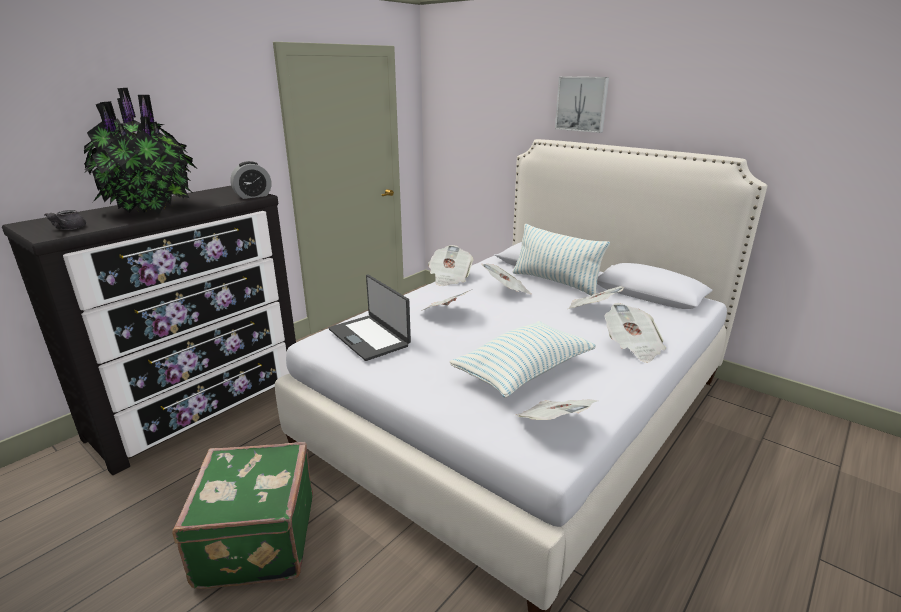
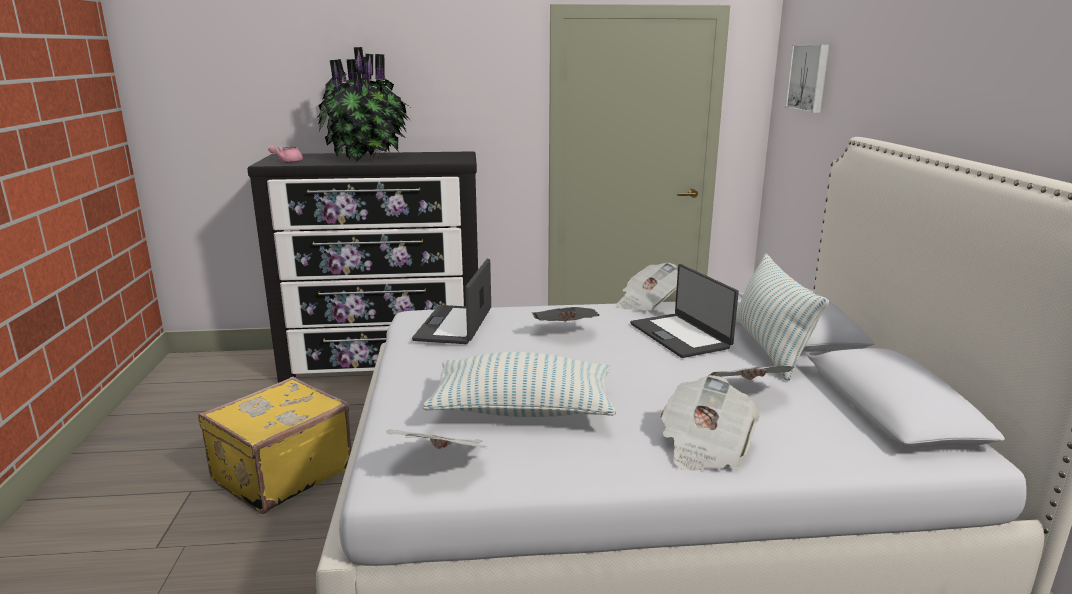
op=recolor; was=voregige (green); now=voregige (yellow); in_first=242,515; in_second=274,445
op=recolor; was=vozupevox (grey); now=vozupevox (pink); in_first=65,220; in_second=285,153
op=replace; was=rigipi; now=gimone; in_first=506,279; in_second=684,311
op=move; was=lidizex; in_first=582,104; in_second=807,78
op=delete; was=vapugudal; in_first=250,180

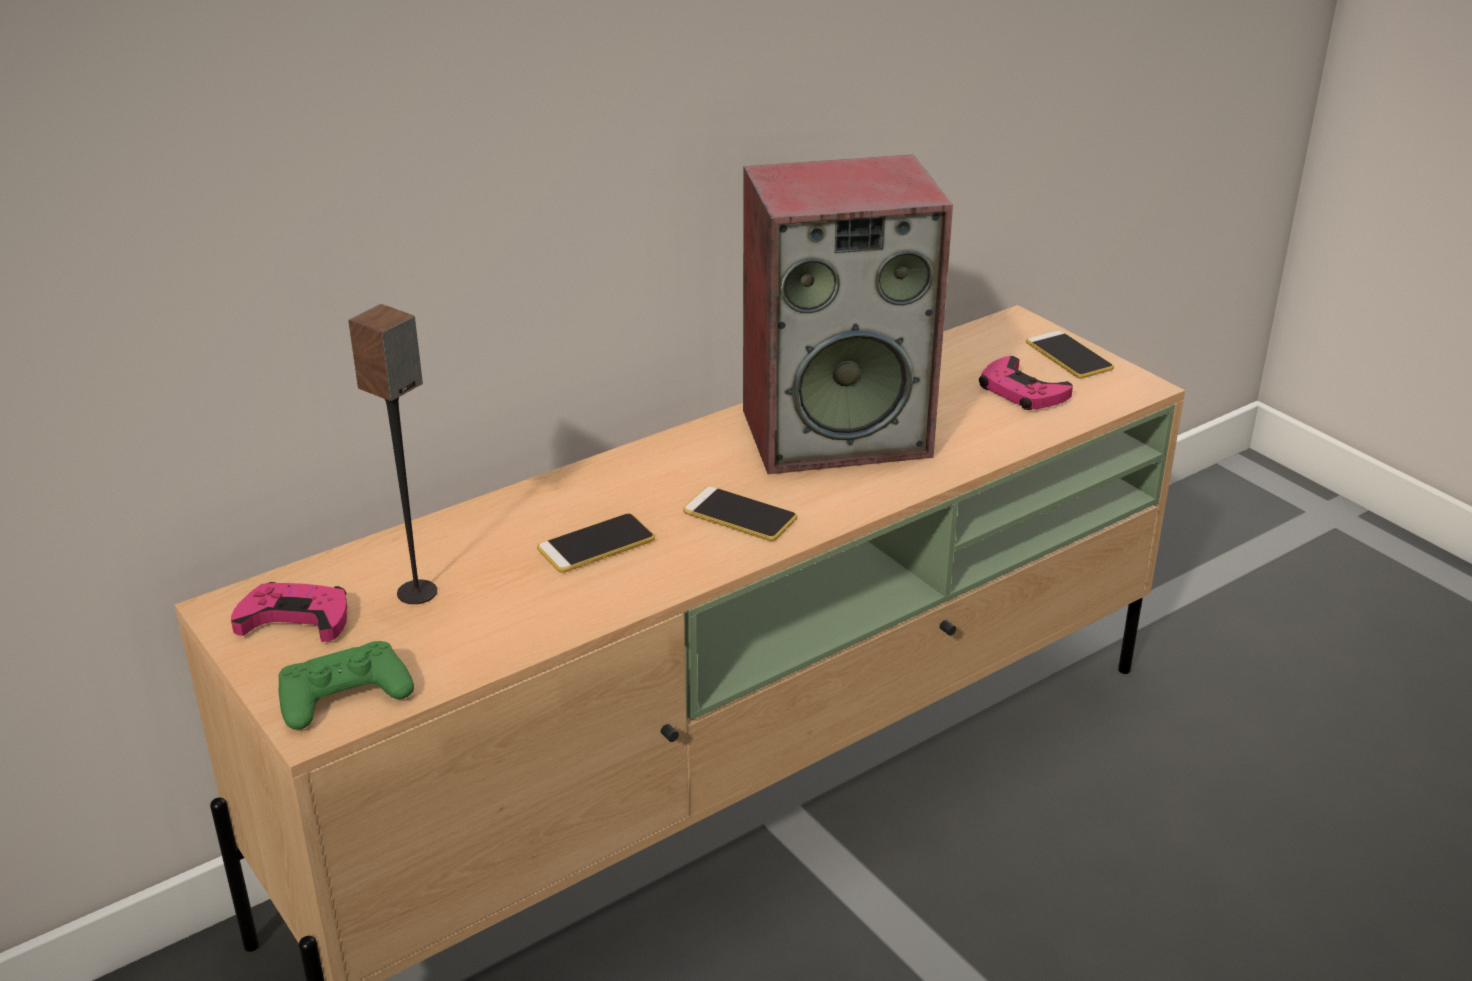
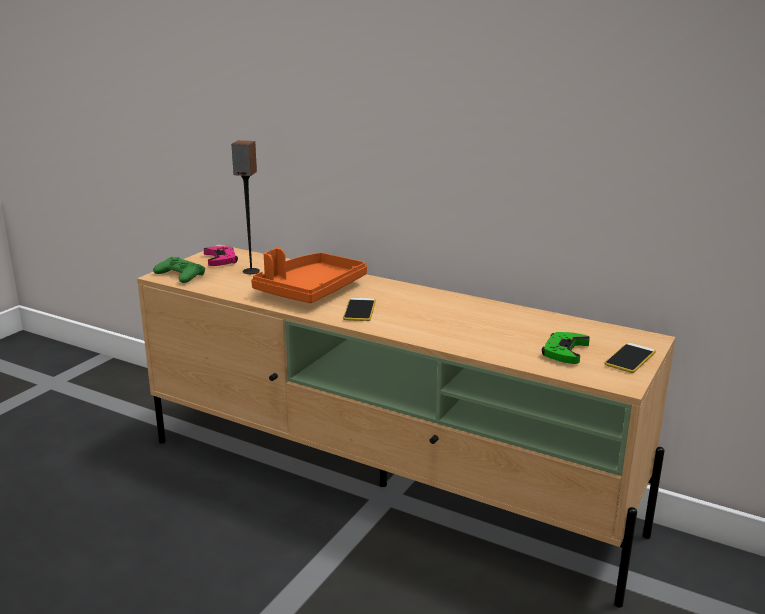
op=replace; was=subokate; now=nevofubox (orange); in_first=596,543; in_second=309,275
op=recolor; was=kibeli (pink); now=kibeli (green); in_first=1026,383; in_second=566,348
op=delete; was=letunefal; in_first=848,314

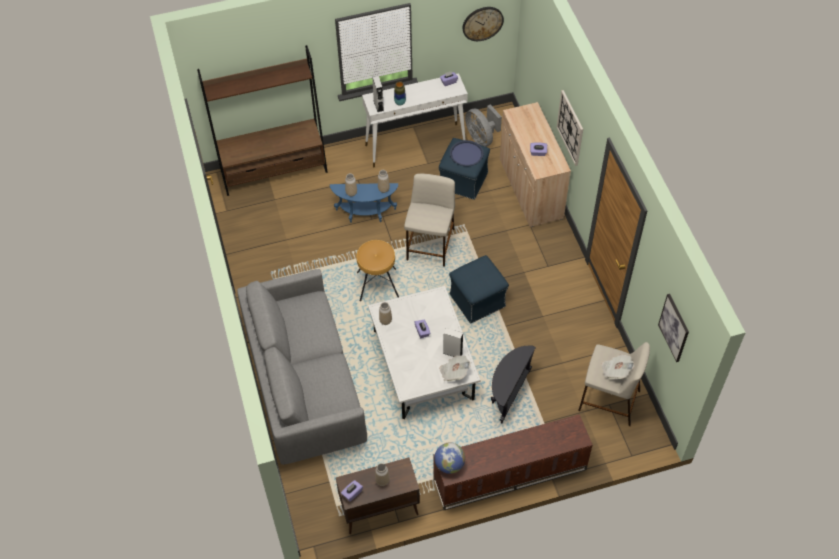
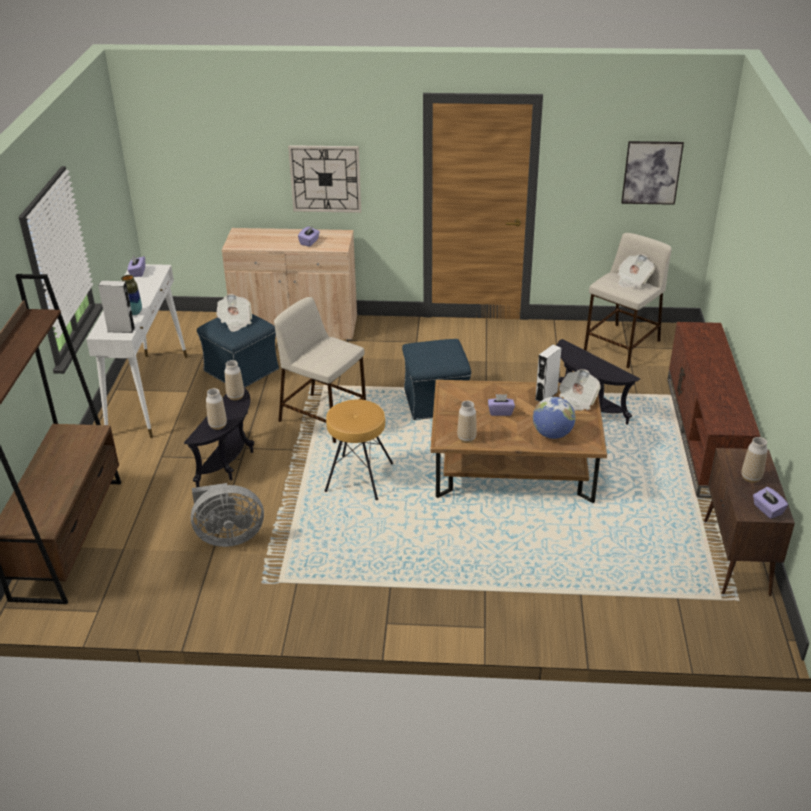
op=recolor; was=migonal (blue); now=migonal (black); in_first=364,203; in_second=219,437
op=move; was=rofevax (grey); in_first=483,125; in_second=227,515
op=replace; was=nevofubox (blue); now=rigipi; in_first=467,153; in_second=234,313
op=recolor; was=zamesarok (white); now=zamesarok (brown); in_first=424,352; in_second=518,441
op=move; was=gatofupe; in_first=449,458; in_second=554,418
op=delete; was=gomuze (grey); in_first=302,367
op=delete; was=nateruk; in_first=483,24

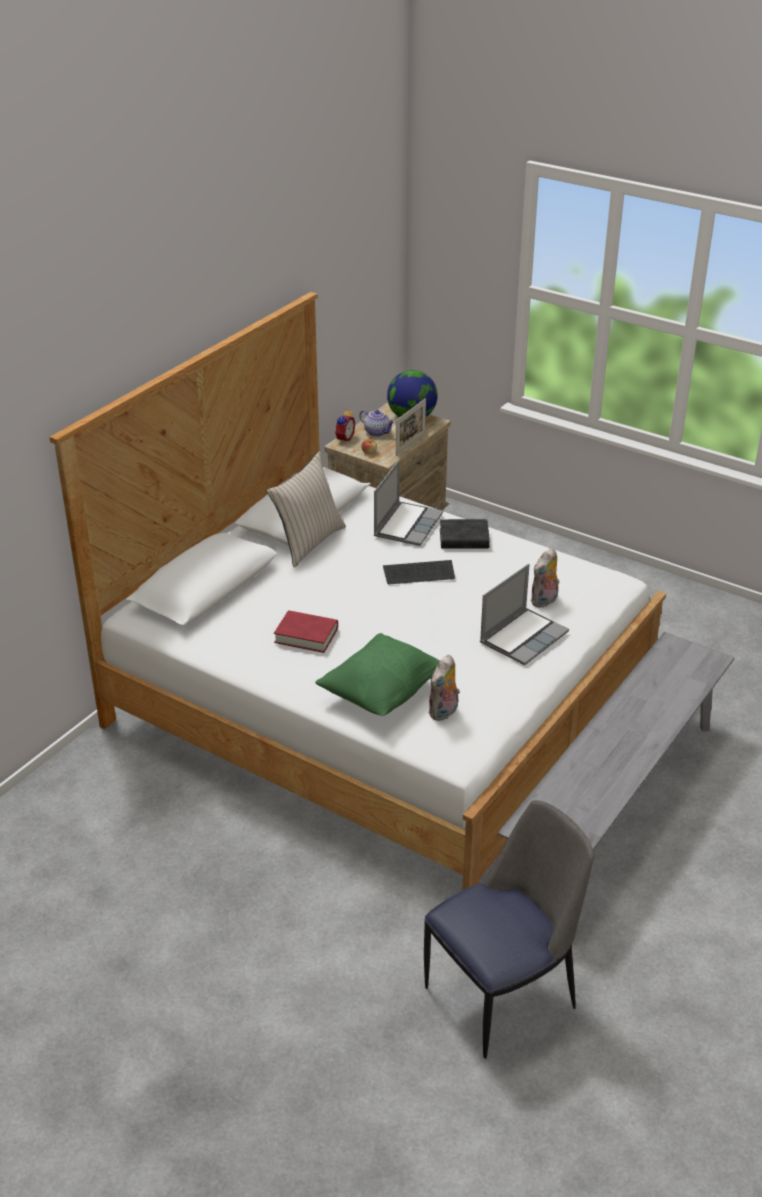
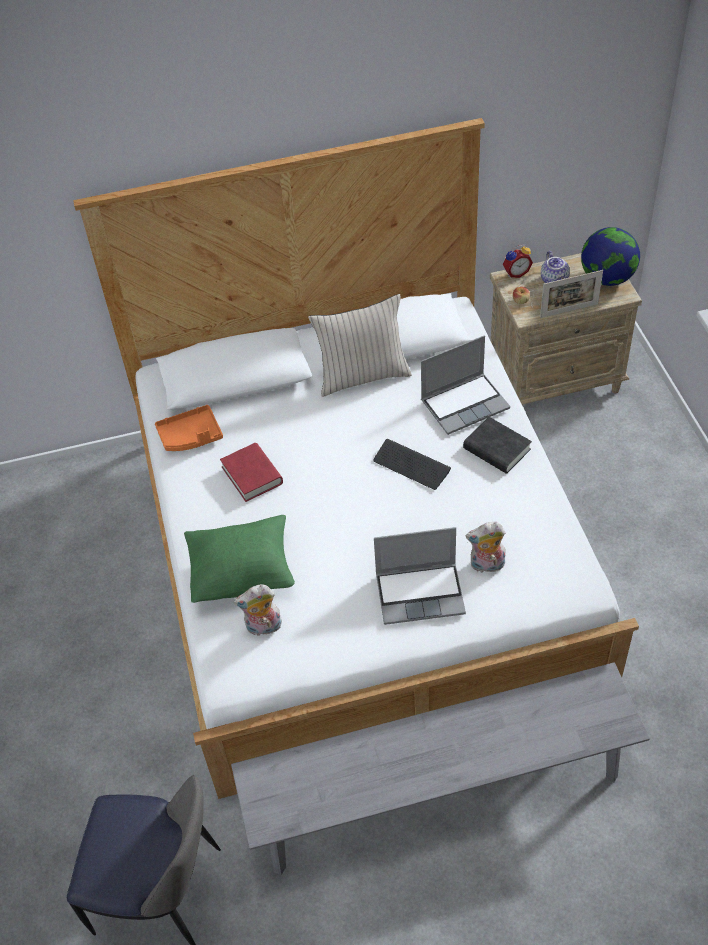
op=insert; now=nevofubox (orange); in_second=189,428

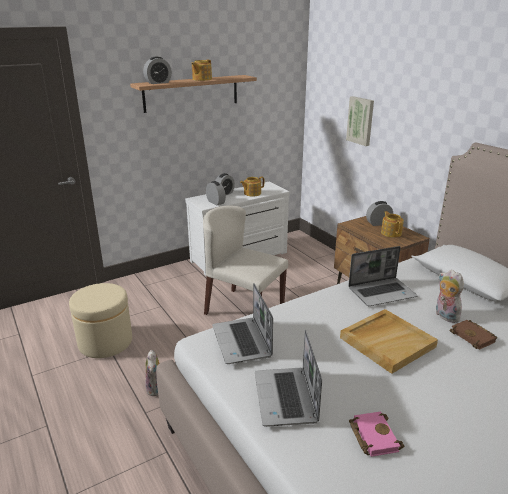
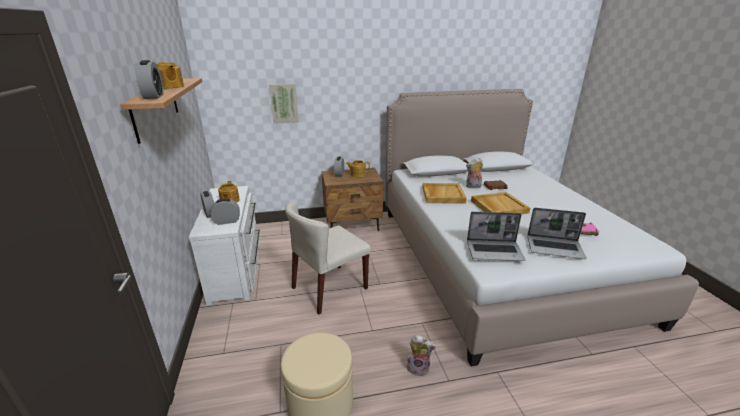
op=replace; was=gimone; now=nevofubox (beige); in_first=382,276; in_second=444,193

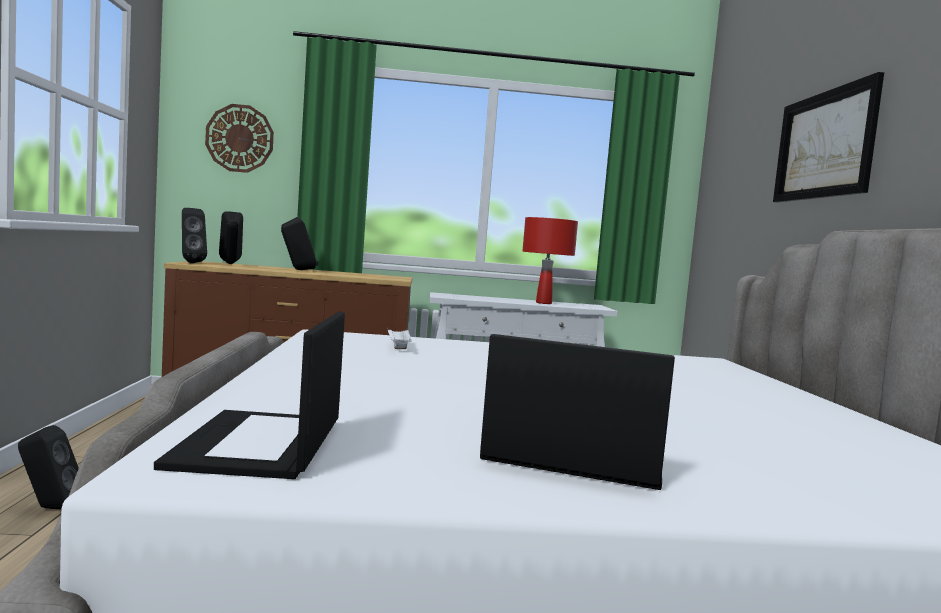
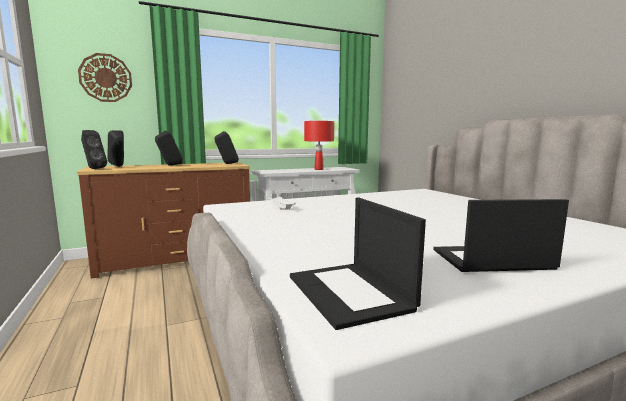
op=move; was=letunefal (black); in_first=48,467; in_second=226,147
op=delete; was=lidizex; in_first=828,137

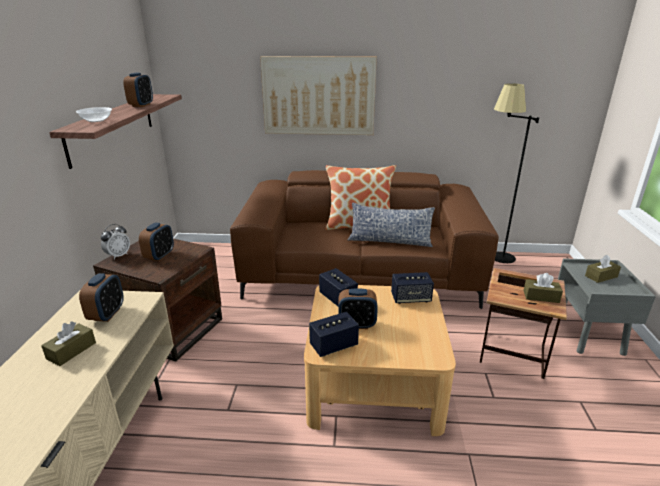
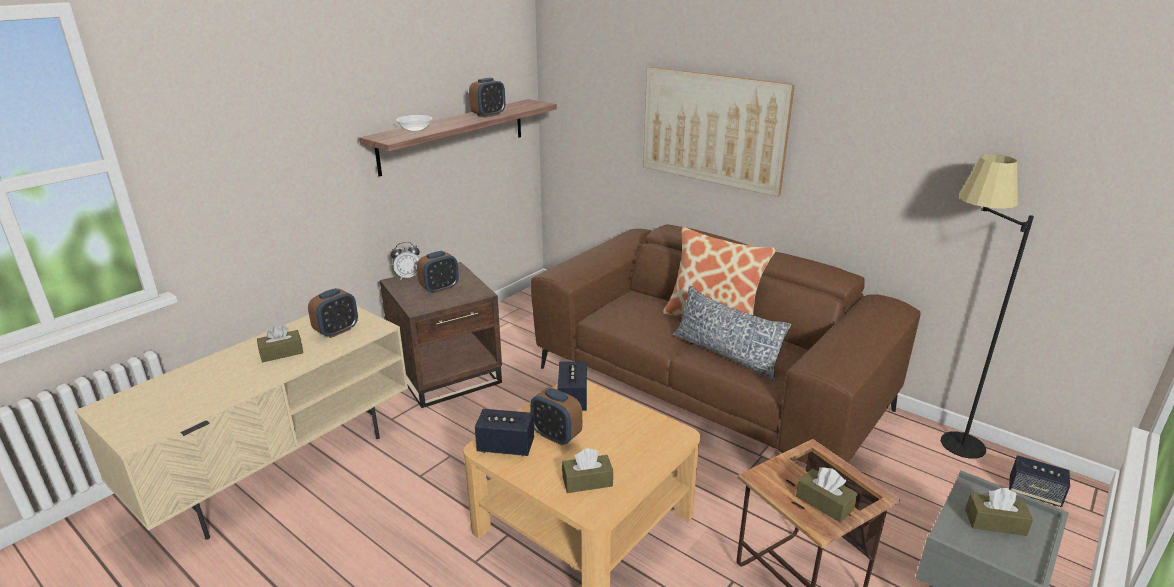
op=insert; now=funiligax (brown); in_second=587,470
op=move; was=letunefal; in_first=412,288; in_second=1039,481

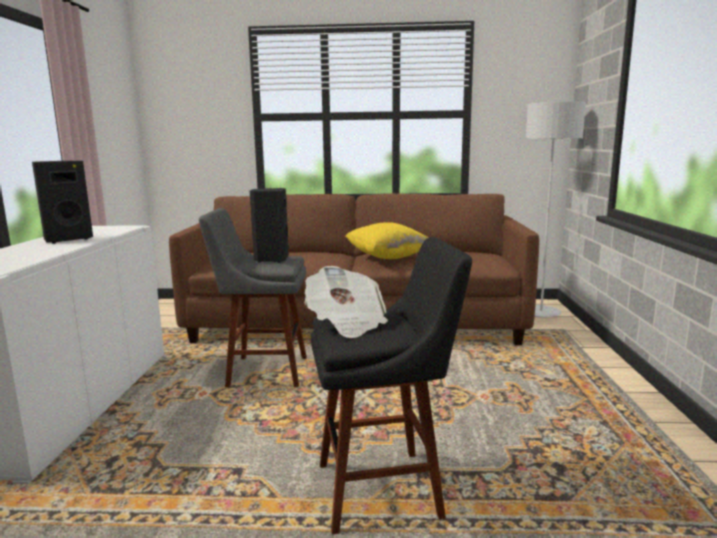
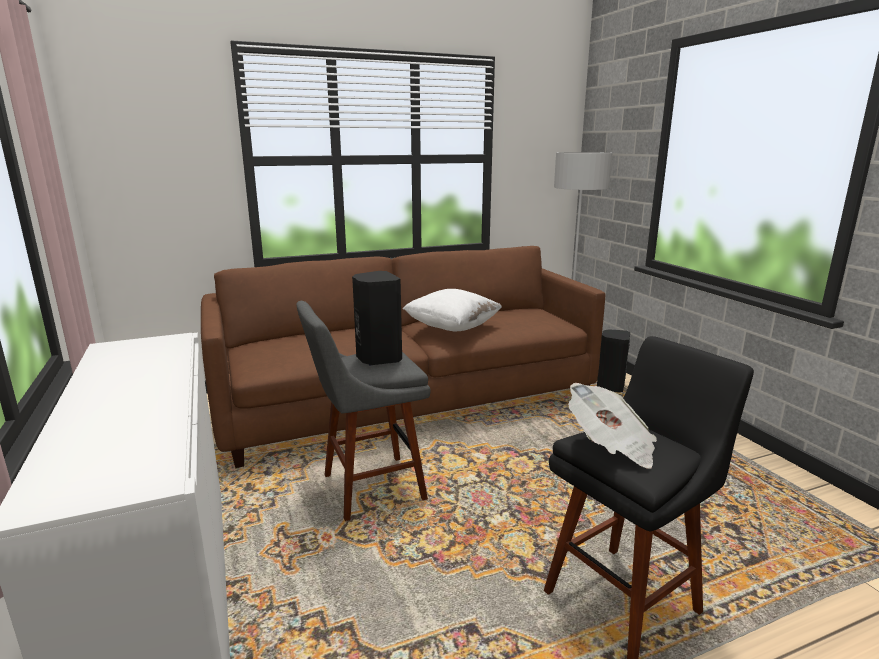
op=recolor; was=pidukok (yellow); now=pidukok (white); in_first=387,240; in_second=452,310
op=move; was=letunefal (black); in_first=62,202; in_second=613,361

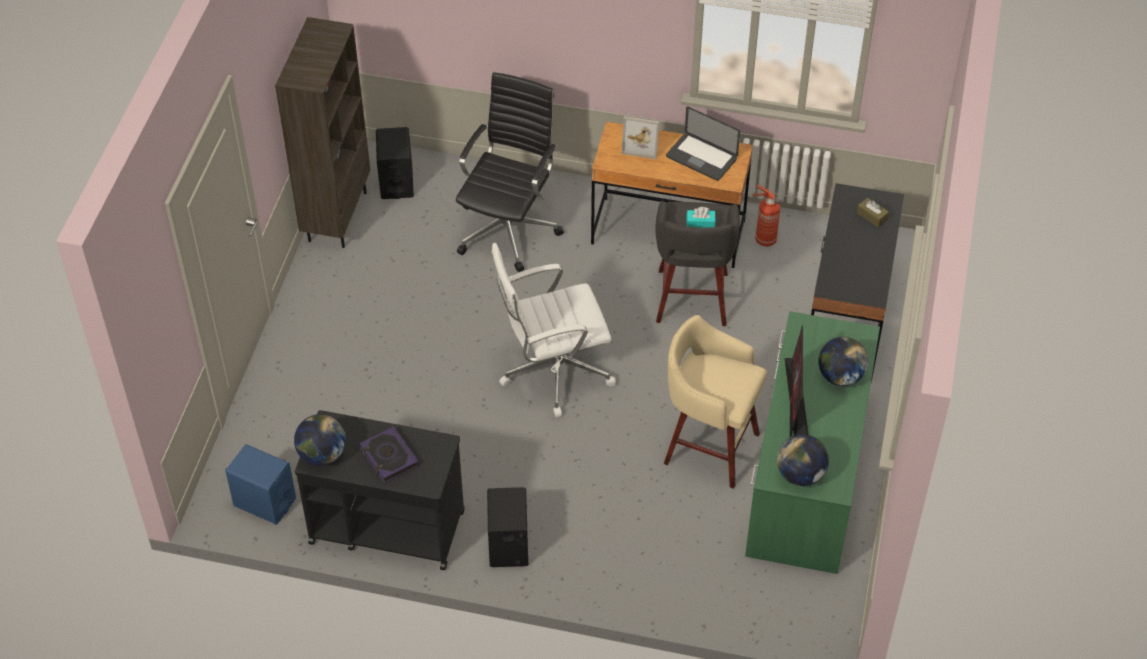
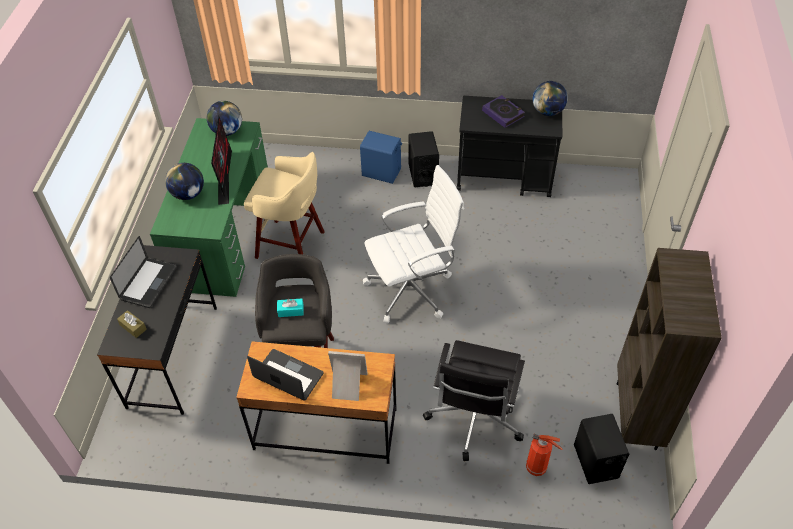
op=insert; now=gimone; in_second=143,272
op=move; was=letunefal (blue); in_first=260,484; in_second=381,157
op=move; was=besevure; in_first=766,216; in_second=544,455

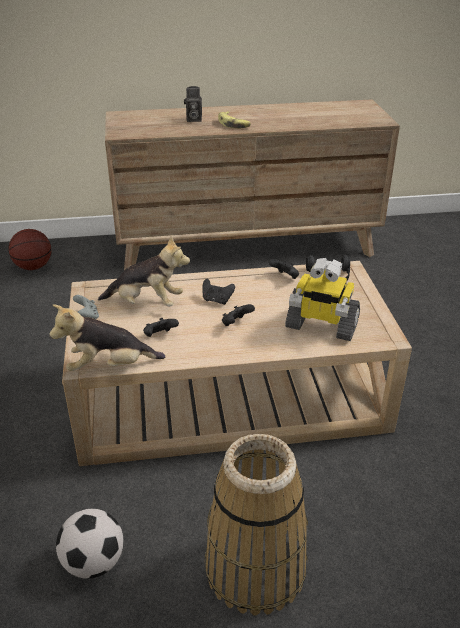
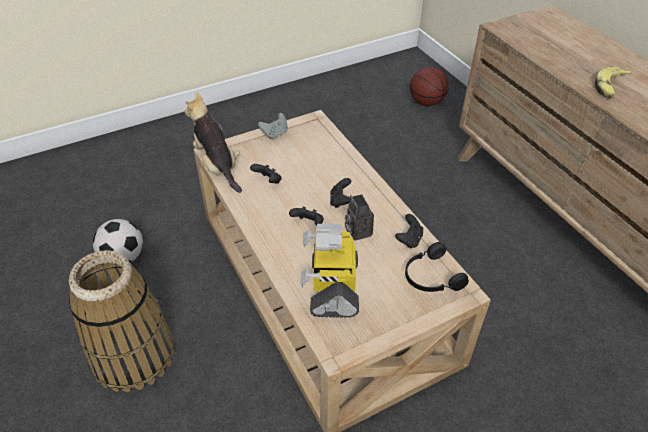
op=move; was=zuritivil; in_first=193,104; in_second=359,217
op=delete; was=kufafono; in_first=144,271

